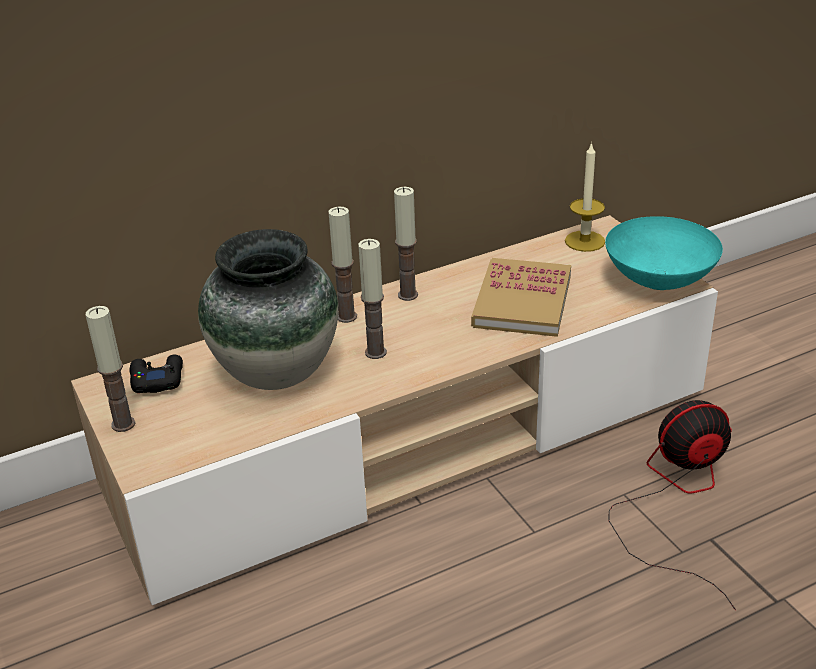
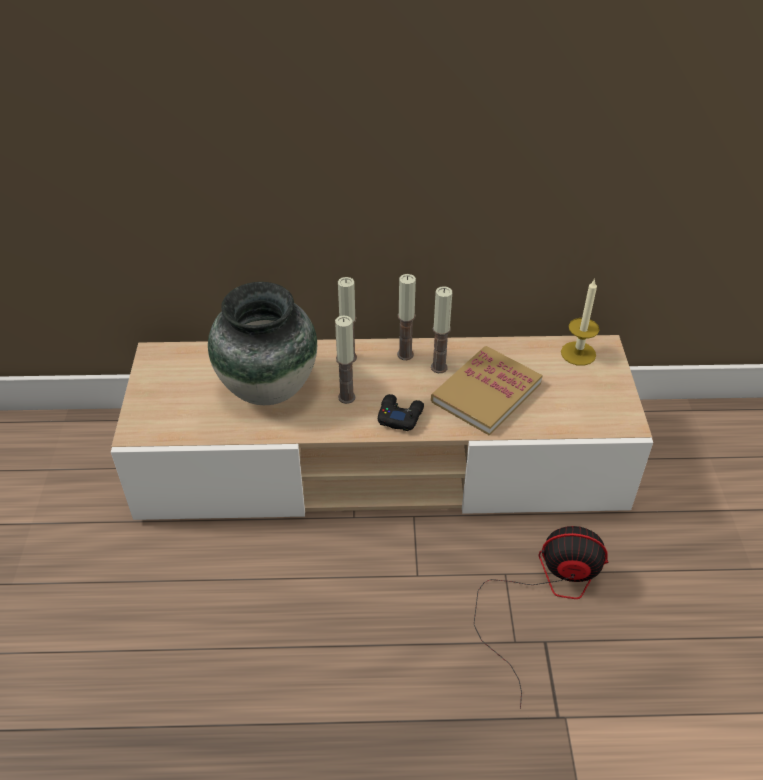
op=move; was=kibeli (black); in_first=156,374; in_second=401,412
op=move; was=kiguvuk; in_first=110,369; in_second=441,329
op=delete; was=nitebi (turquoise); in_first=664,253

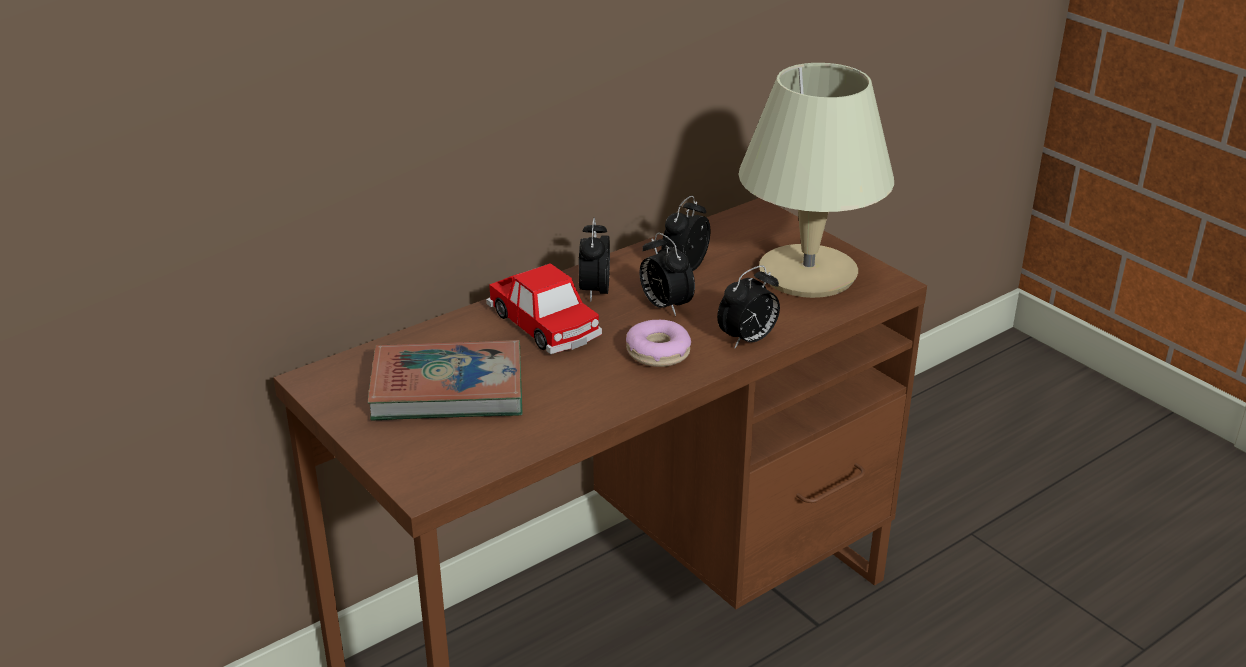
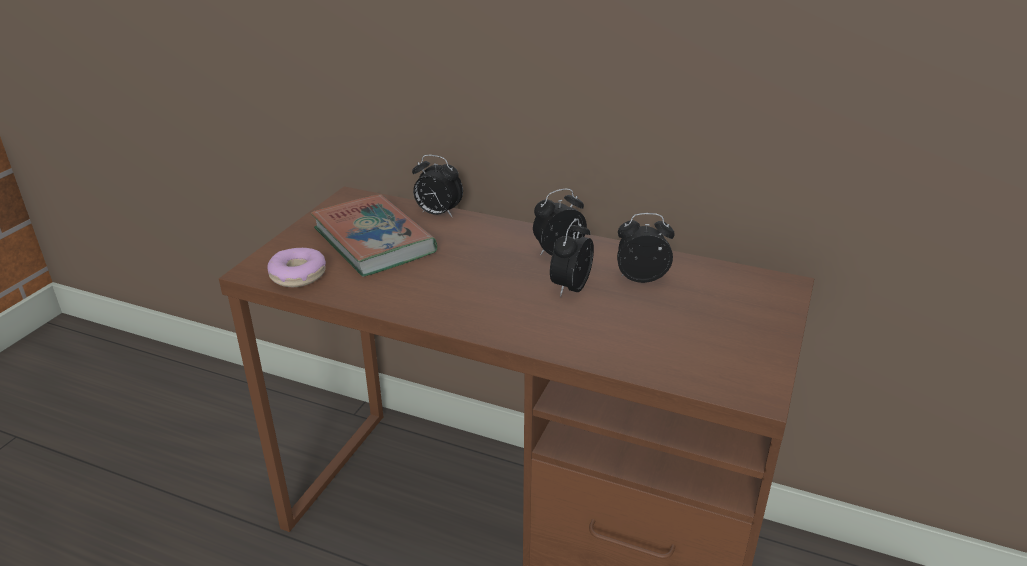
op=move; was=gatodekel; in_first=658,343; in_second=297,267
op=move; was=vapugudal; in_first=748,306; in_second=437,186
op=delete; was=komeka; in_first=544,308
op=delete; was=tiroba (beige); in_first=816,180

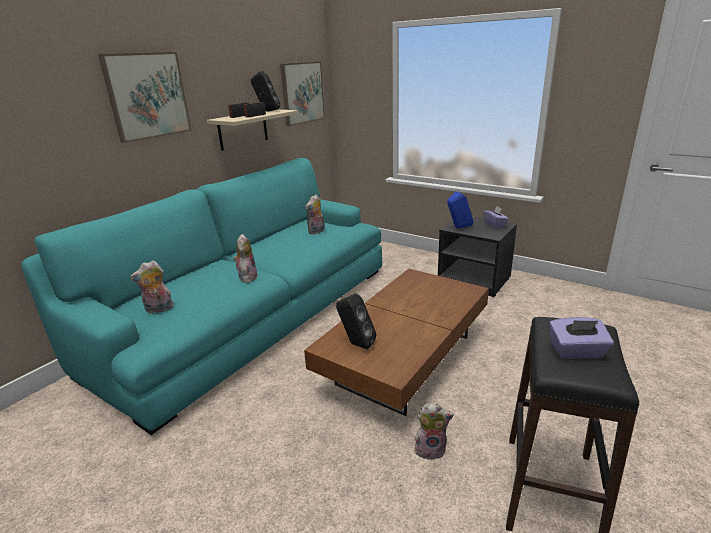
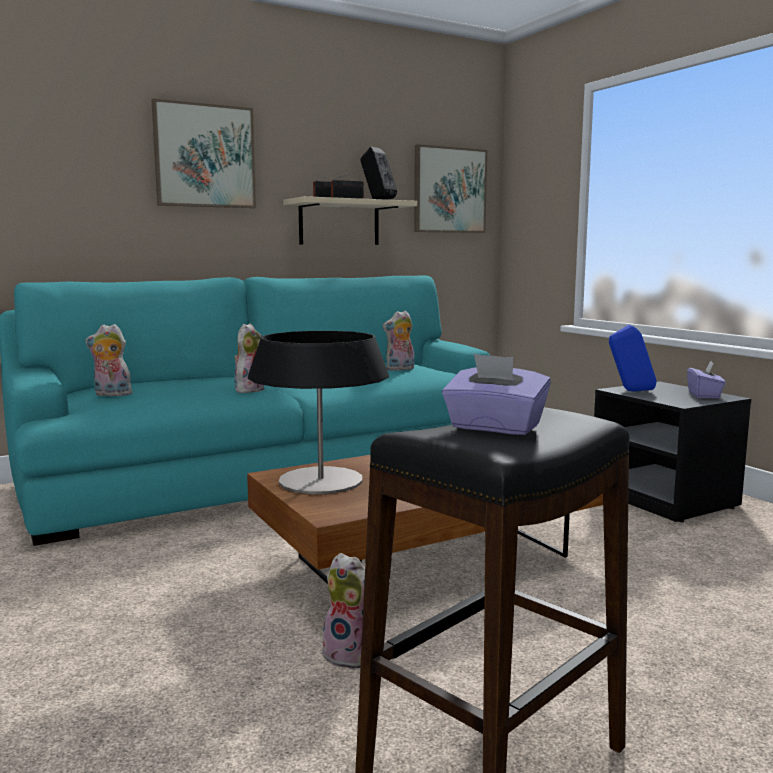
op=replace; was=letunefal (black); now=tiroba; in_first=356,322; in_second=318,412

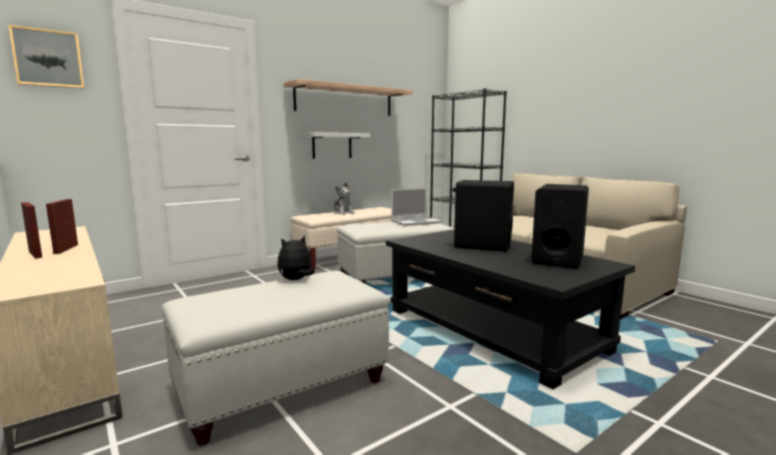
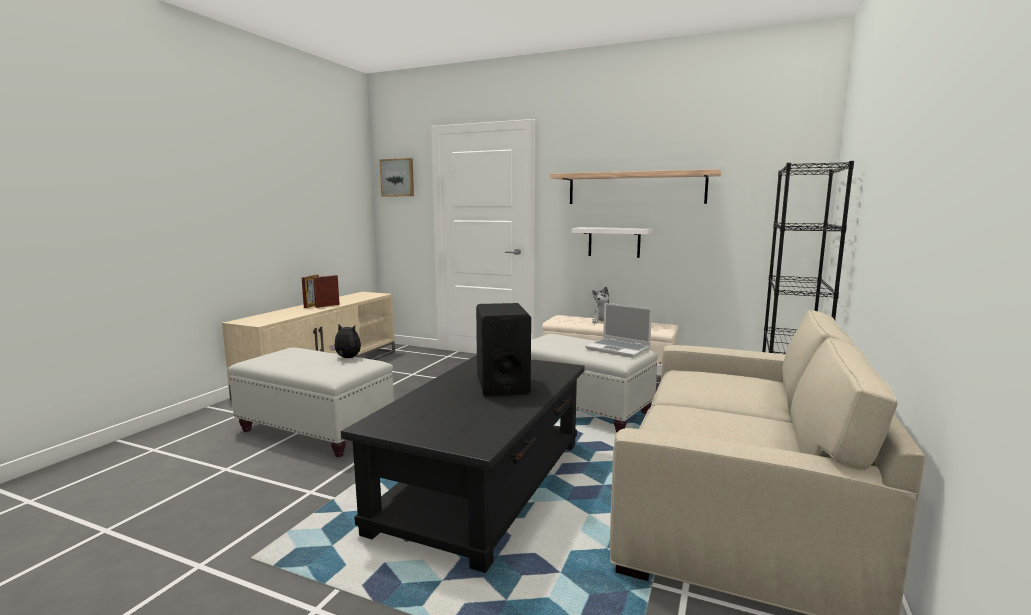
op=delete; was=letunefal (black); in_first=560,226

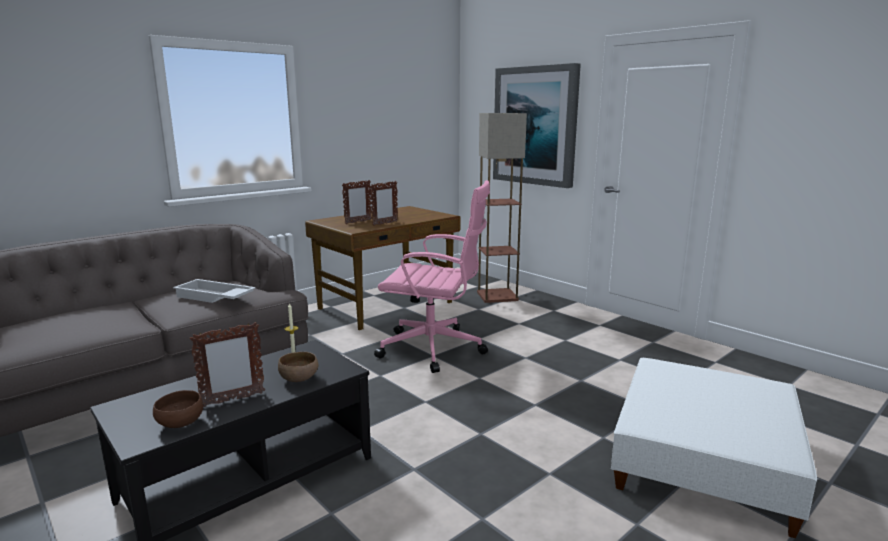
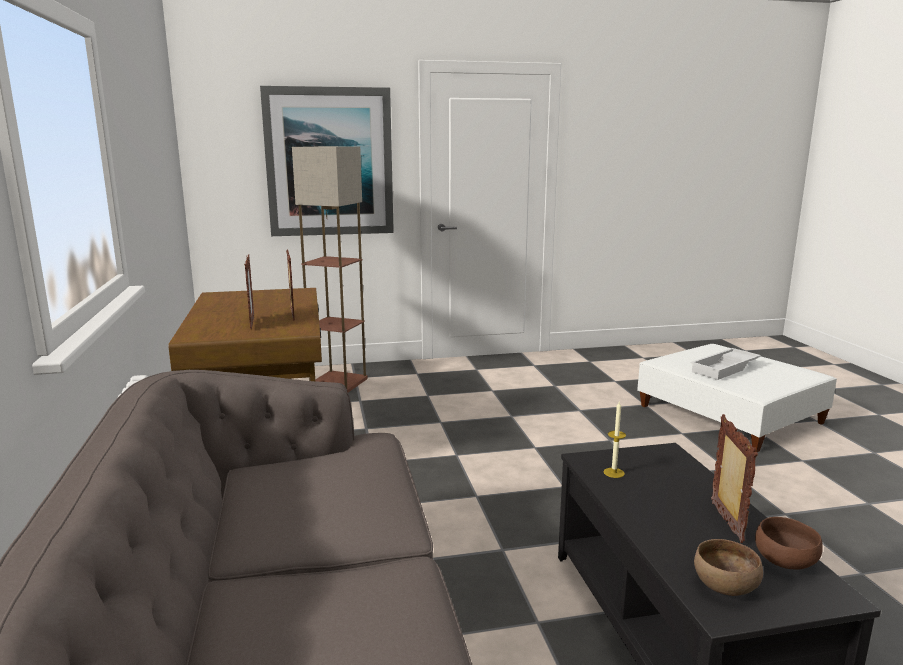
op=move; was=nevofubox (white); in_first=214,291; in_second=725,364
op=move; was=nitebi (brown); in_first=298,367; in_second=728,567
op=delete; was=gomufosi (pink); in_first=432,276

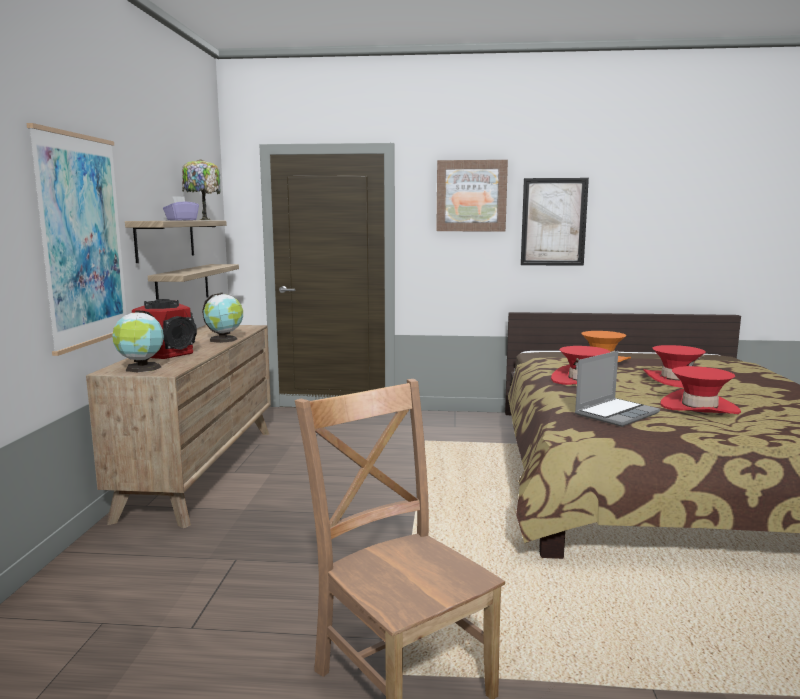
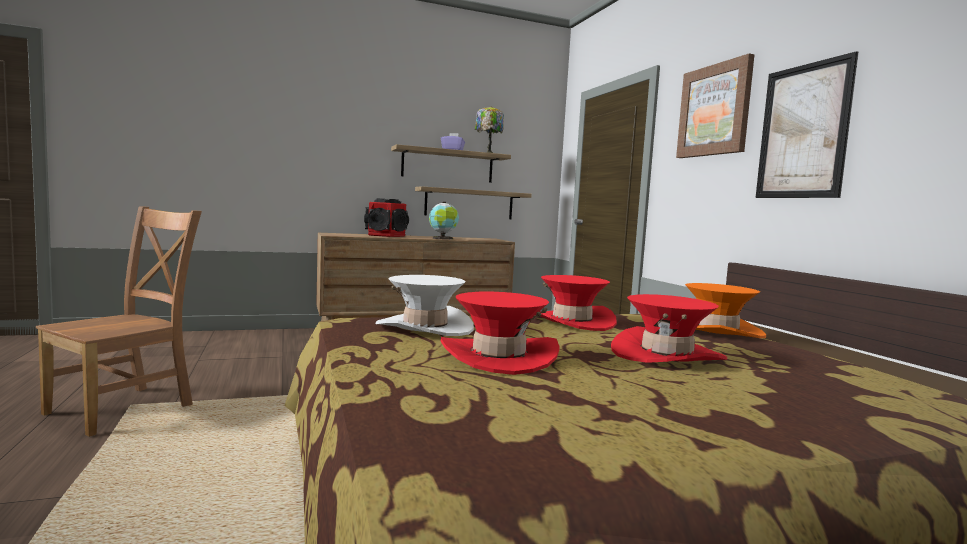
op=replace; was=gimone; now=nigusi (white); in_first=617,389; in_second=425,305
op=delete; was=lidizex; in_first=77,239
op=delete; was=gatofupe; in_first=138,341

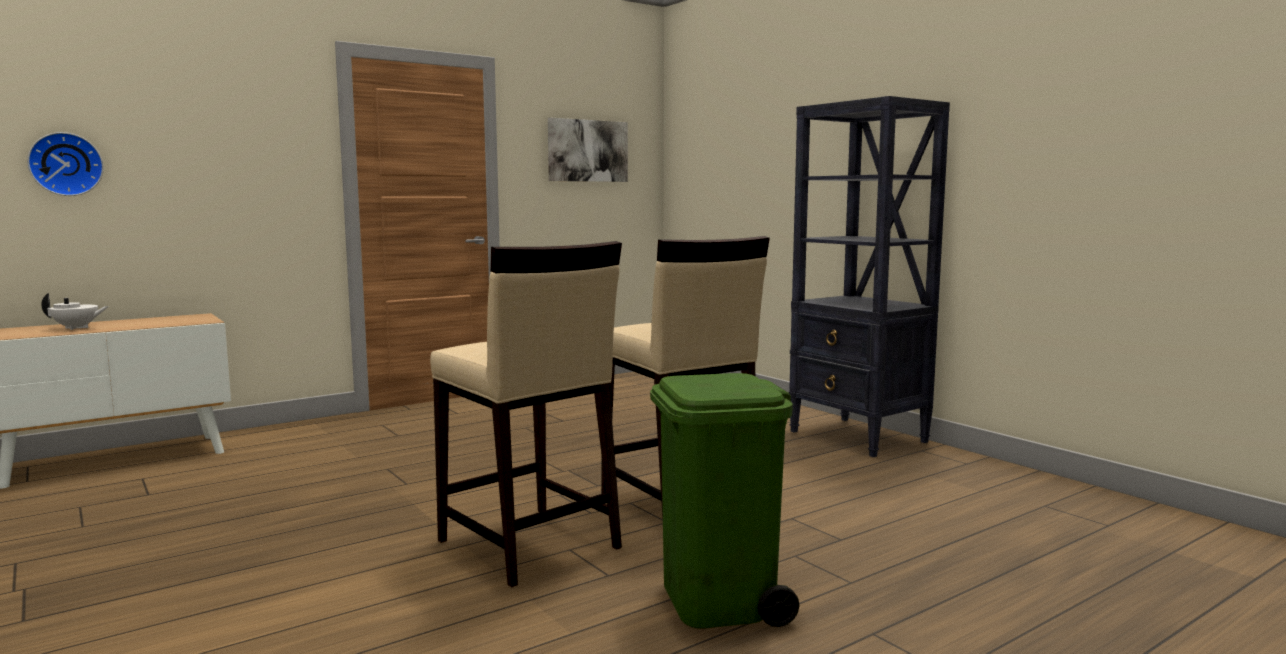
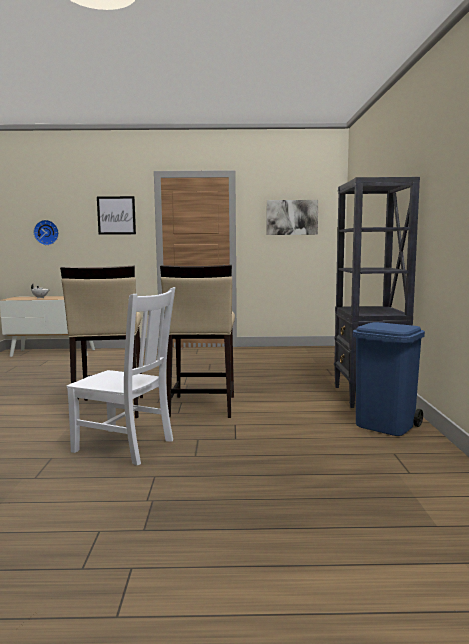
op=replace; was=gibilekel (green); now=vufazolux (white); in_first=725,500; in_second=121,376
op=insert; now=lidizex; in_second=116,215
op=insert; now=gibilekel (blue); in_second=389,379

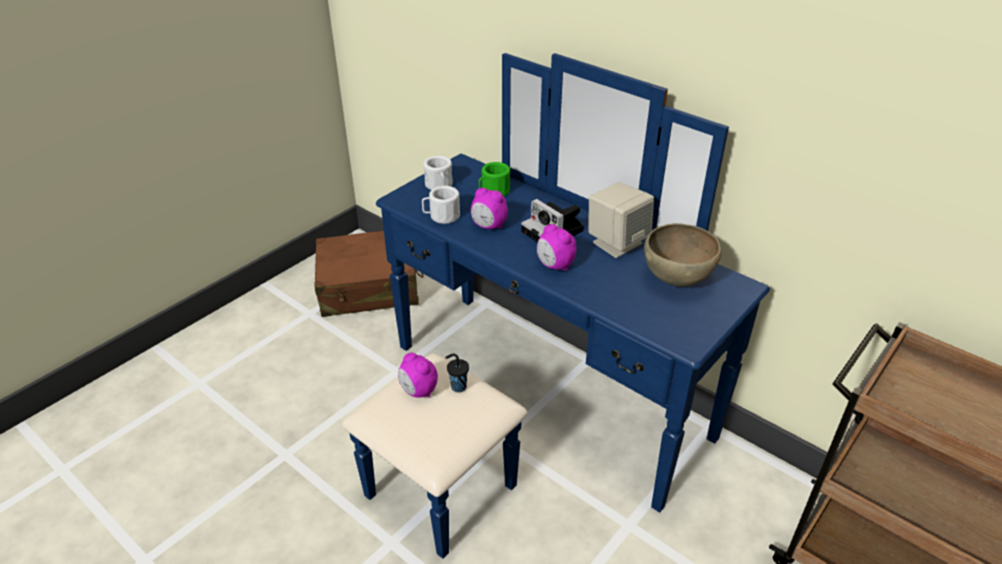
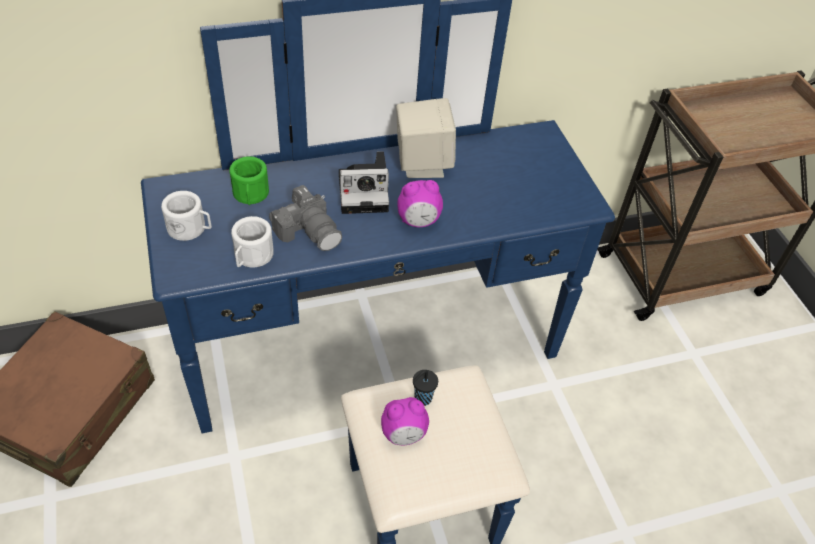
op=replace; was=vapugudal; now=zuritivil; in_first=489,208; in_second=305,218
op=delete; was=nitebi (brown); in_first=683,255

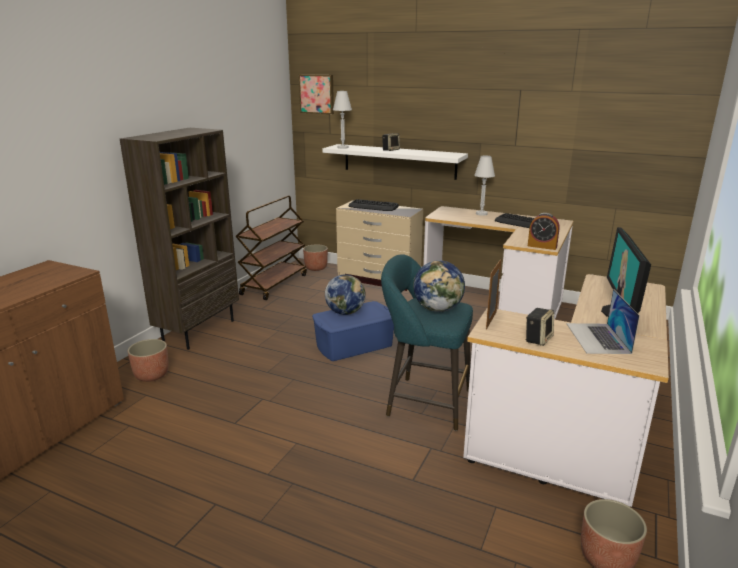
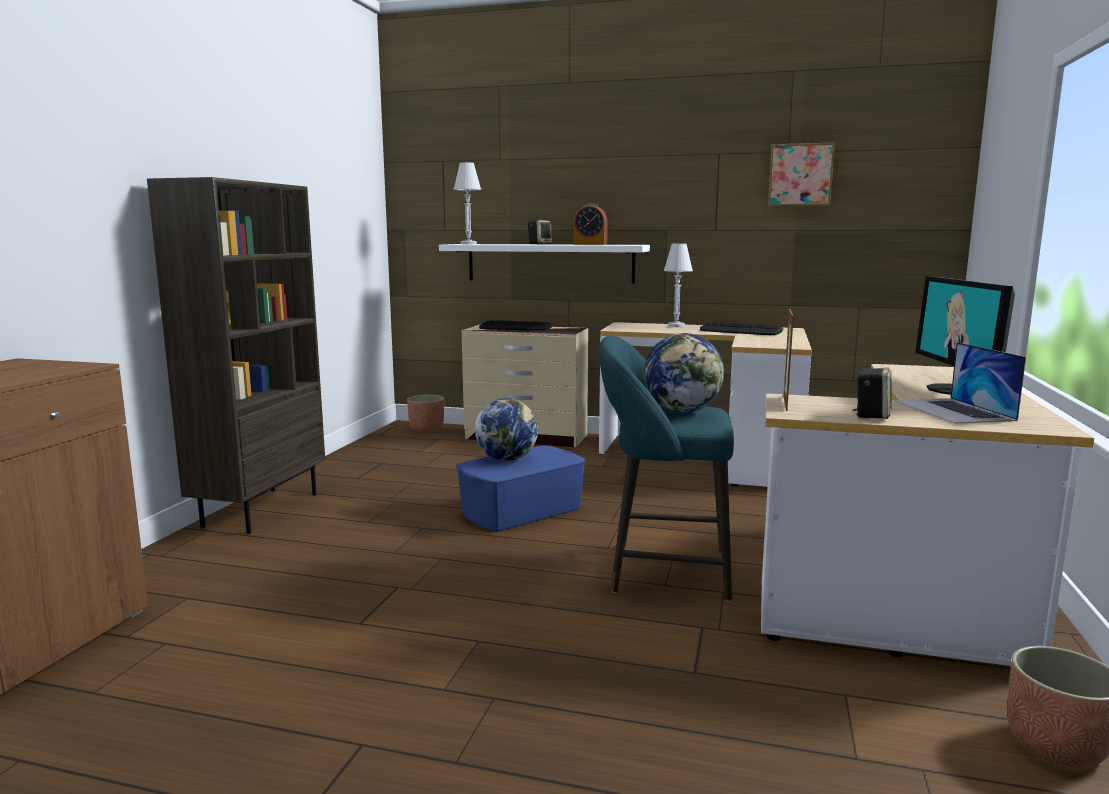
op=move; was=vapugudal; in_first=544,231; in_second=591,224
op=move; was=lidizex; in_first=316,94; in_second=801,174
op=delete; was=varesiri; in_first=148,360
op=delete; was=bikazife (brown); in_first=271,248

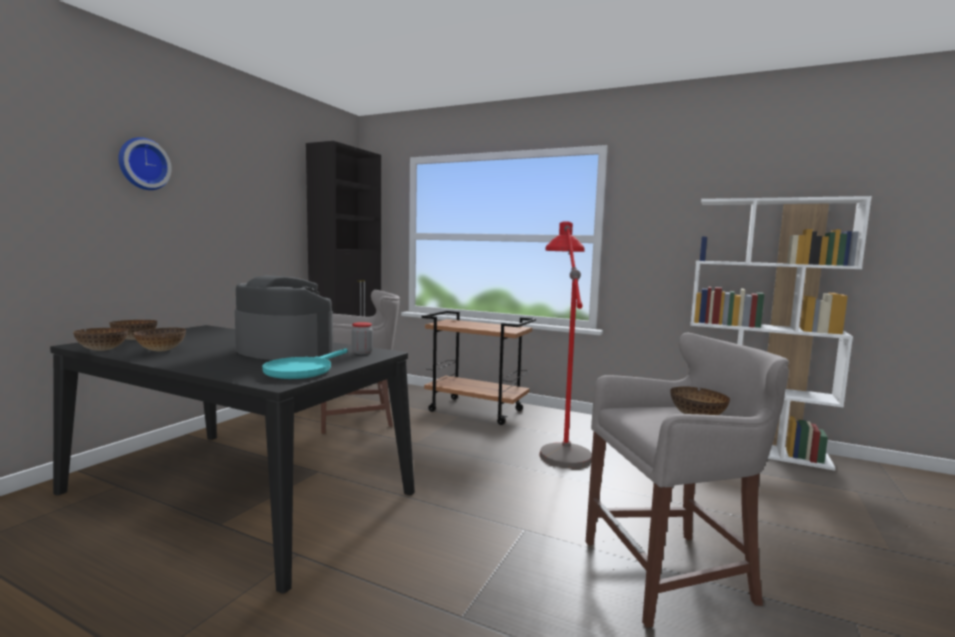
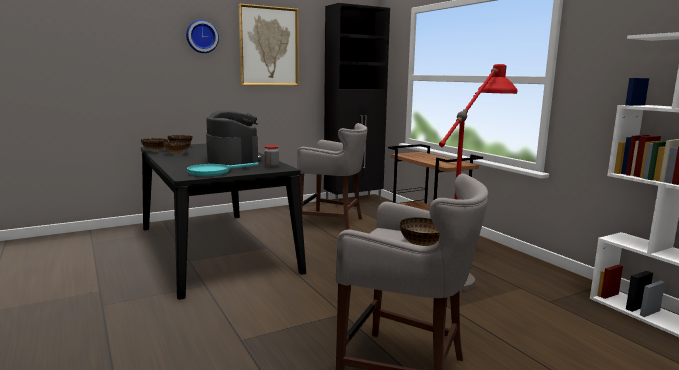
op=insert; now=lidizex; in_second=269,45

